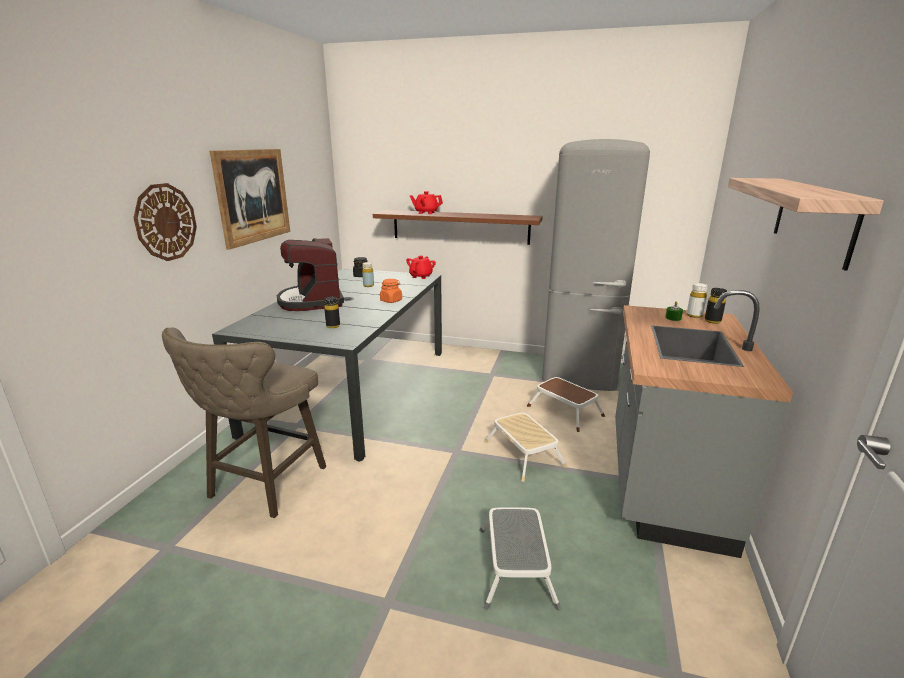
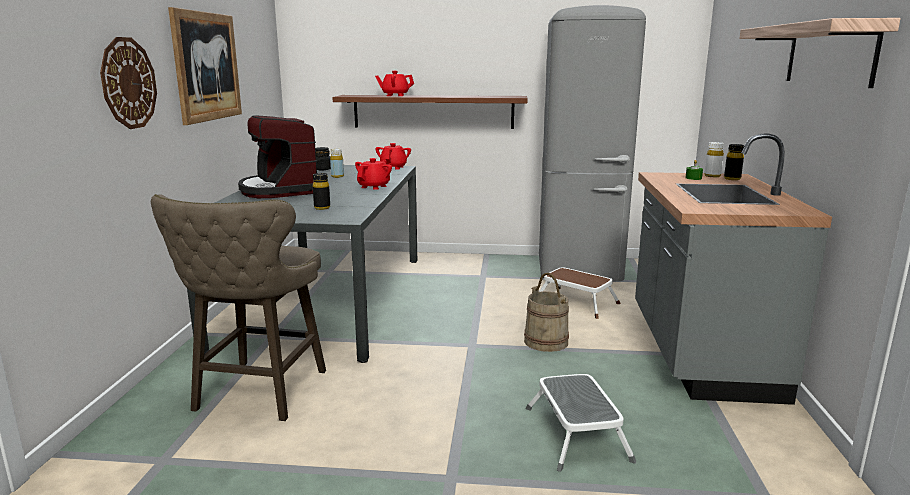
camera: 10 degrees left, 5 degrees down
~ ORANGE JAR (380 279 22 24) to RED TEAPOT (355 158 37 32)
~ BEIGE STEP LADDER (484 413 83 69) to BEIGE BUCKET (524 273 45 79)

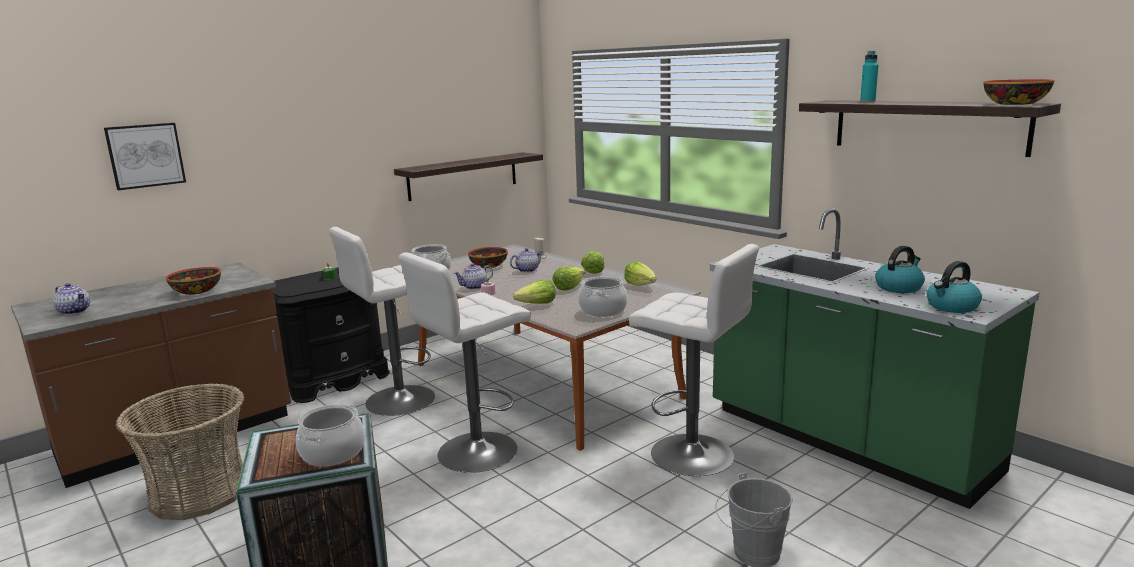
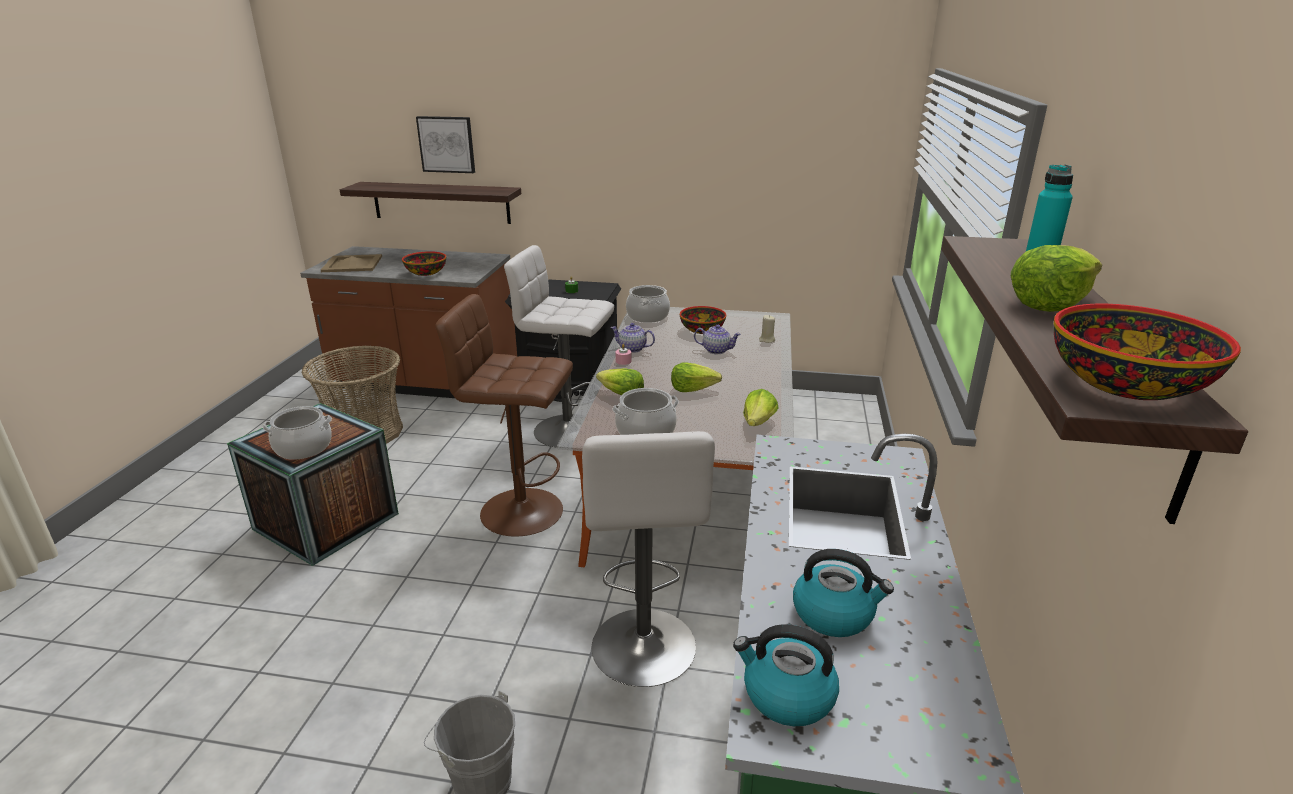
camera: 50 degrees right, 10 degrees up
~ SHELF (394 152 149 49) to (340 182 181 42)
~ HEAD OF LETTUCE (581 251 24 23) to (1011 245 91 67)
~ TEAPOT (53 283 37 32) to BEIGE TRAY (321 254 61 18)
~ WHITE-COLOURED STOOL SEAT (399 252 132 221) to BROWNISH STOOL SEAT (435 294 138 243)

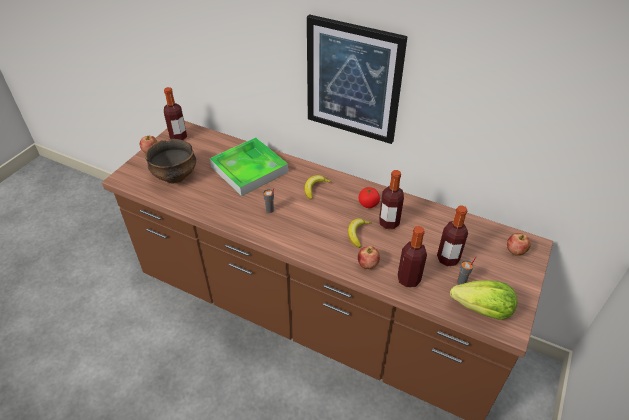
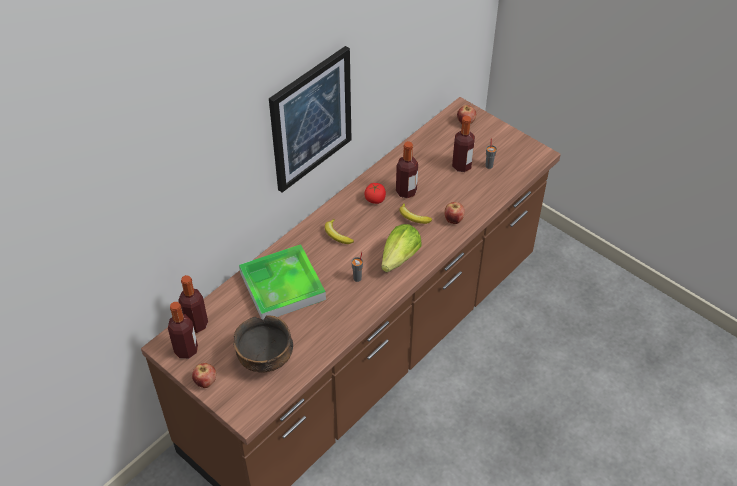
camera: 75 degrees left, 5 degrees up
~ BOTTLE (397 226 30 62) to (178 275 30 58)
~ HEAD OF LETTUCE (450 280 68 40) to (381 224 41 48)

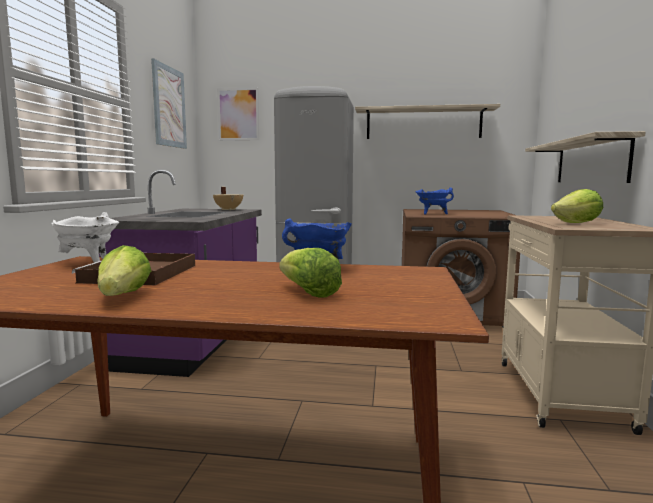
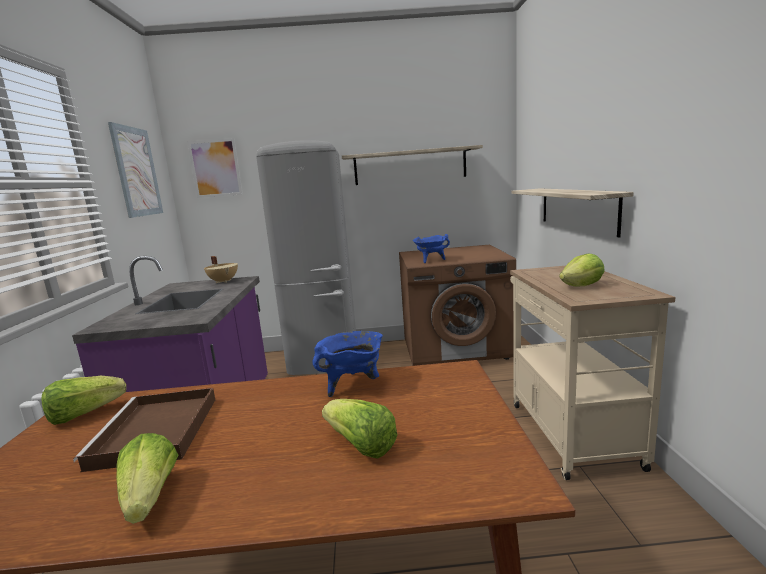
camera: 10 degrees left, 5 degrees up
~ WHITE-COLOURED STOCKPOT (52 212 67 51) to HEAD OF LETTUCE (41 376 85 49)

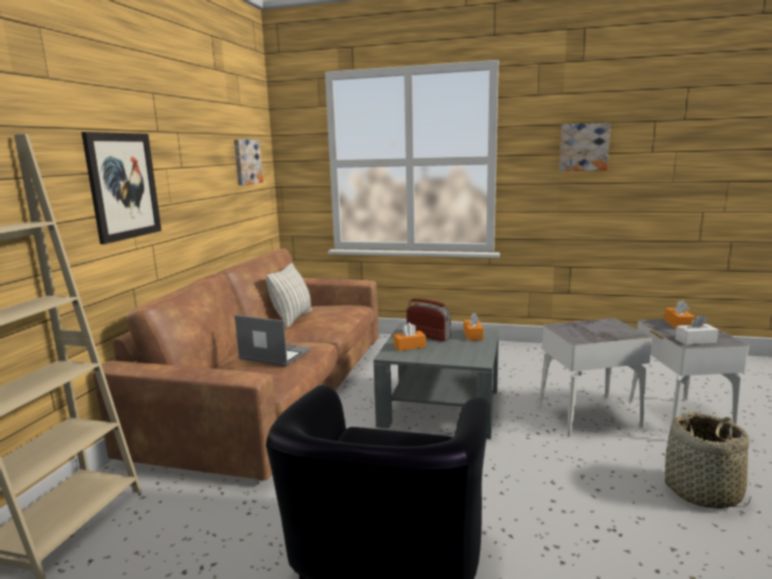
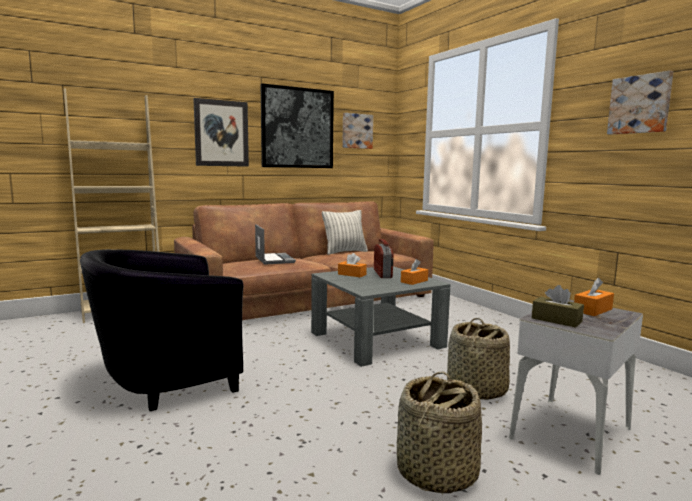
camera: 45 degrees right, 5 degrees down
+ WALL PICTURE (261 83 73 85)
~ SIDE TABLE (539 318 113 119) to STORAGE BASKET (447 318 63 82)
~ WHITE-COLOURED BOX OF TISSUES (675 315 44 30) to BROWNISH BOX OF TISSUES (532 285 52 43)

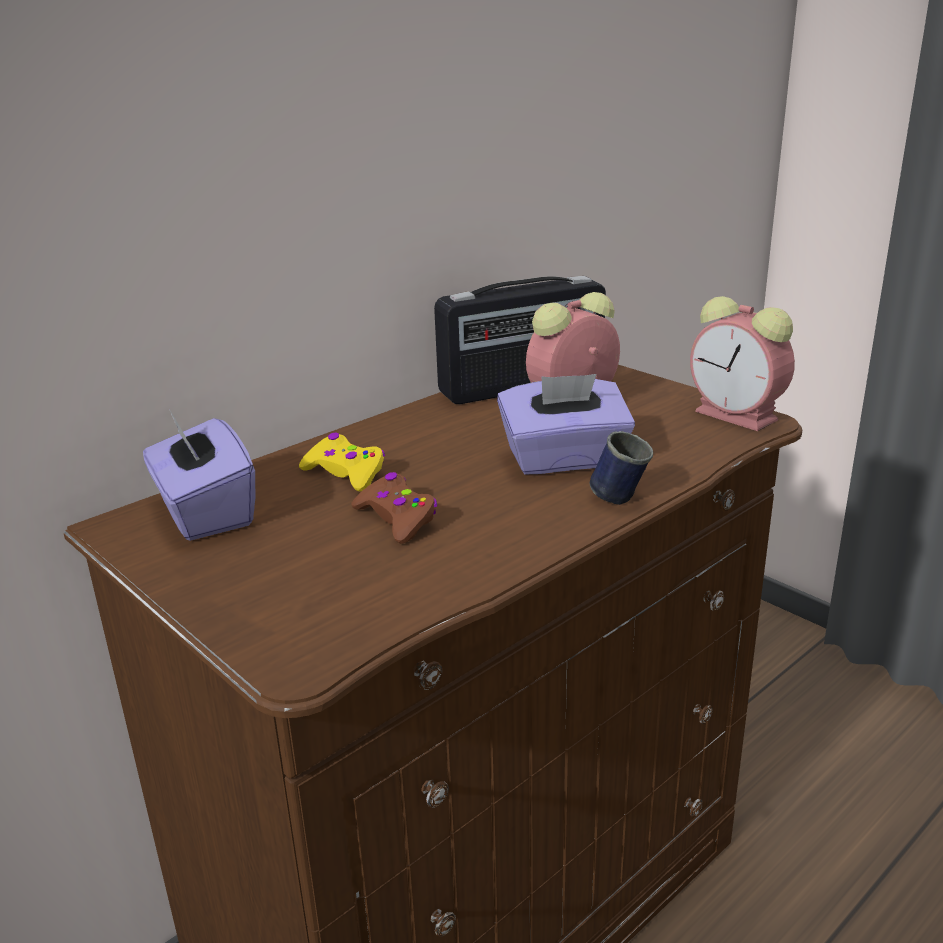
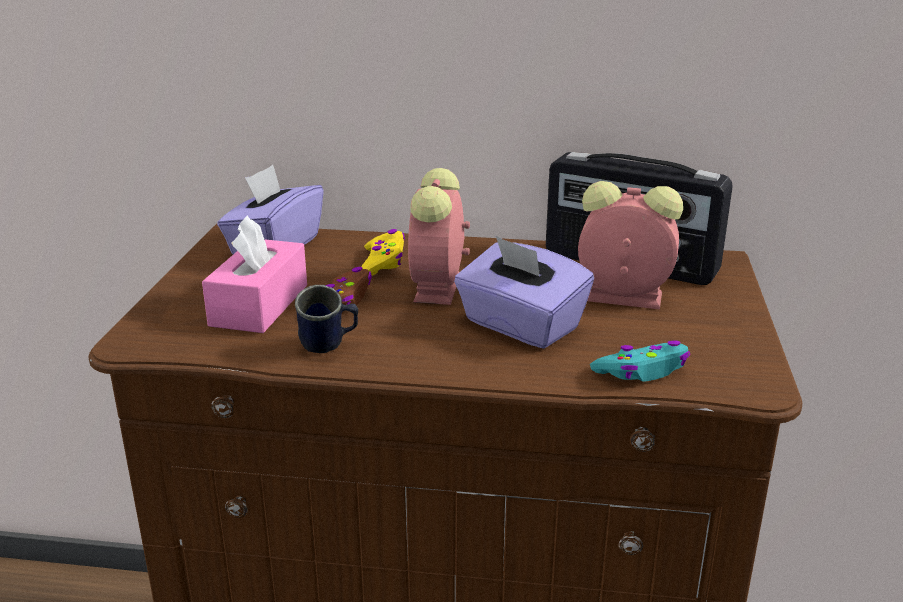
camera: 50 degrees right, 0 degrees up
+ PINK-COLOURED BOX OF TISSUES (202 216 105 117)
+ TURQUOISE-COLOURED GAME CONTROLLER (590 340 100 41)
~ BLUISH MUG (590 431 63 74) to (295 285 63 68)
~ ALARM CLOCK (690 296 105 135) to (408 168 62 137)

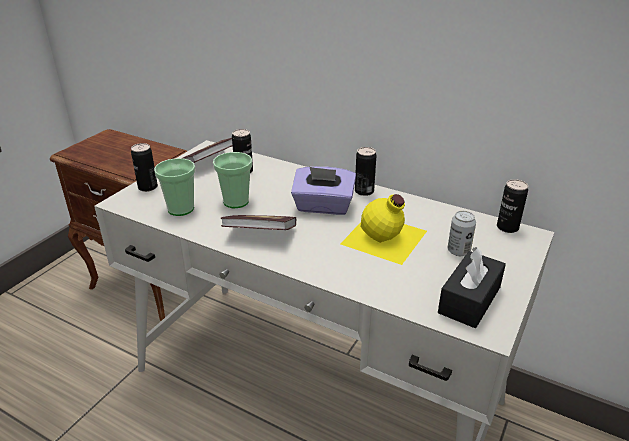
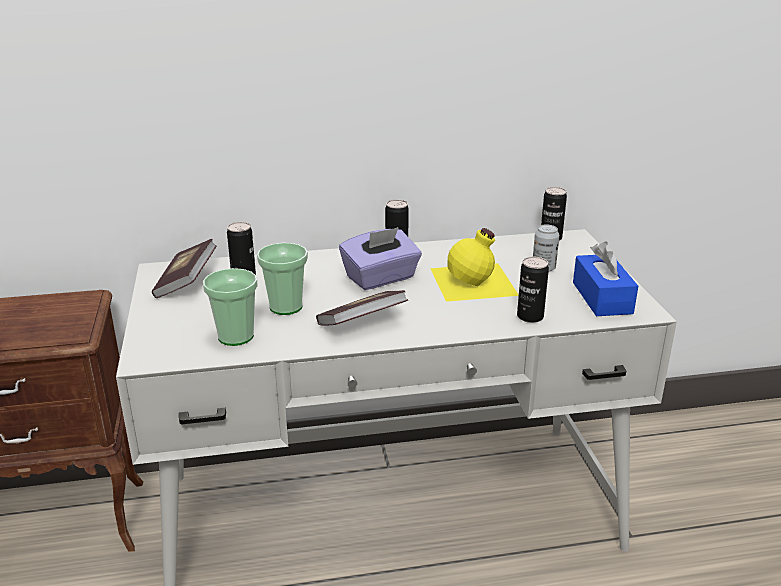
camera: 40 degrees left, 5 degrees down
~ SEALED CAN (131 143 27 49) to (517 257 32 66)
~ BLACKISH BOX OF TISSUES (438 247 68 81) to BLUISH BOX OF TISSUES (573 241 65 75)

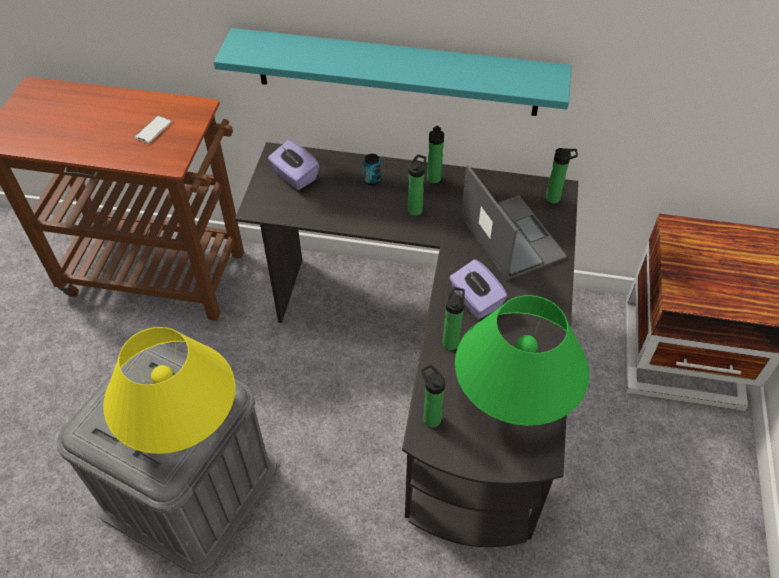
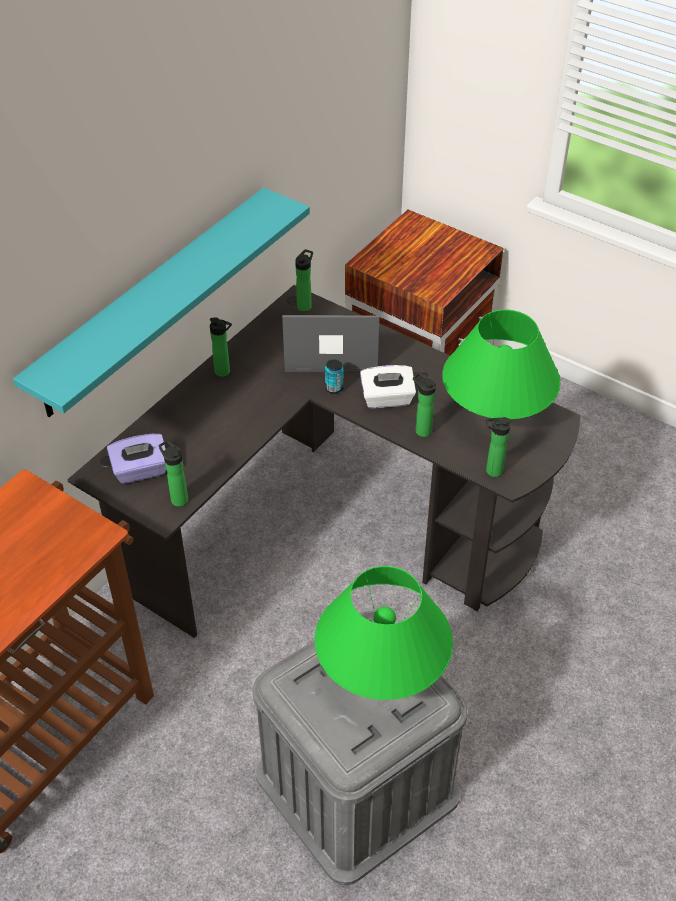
camera: 65 degrees left, 5 degrees down
- HANDSET (134 115 38 28)
~ SEALED CAN (363 154 18 32) to (325 359 19 35)
~ BOTTLE (408 154 18 62) to (159 440 29 67)
~ YELLOW TABLETOP LAMP (103 327 132 127) to GREEN-COLOURED TABLETOP LAMP (315 566 138 134)
~ PURPLISH BOX OF TISSUES (449 259 59 60) to WHITE-COLOURED BOX OF TISSUES (360 365 56 43)

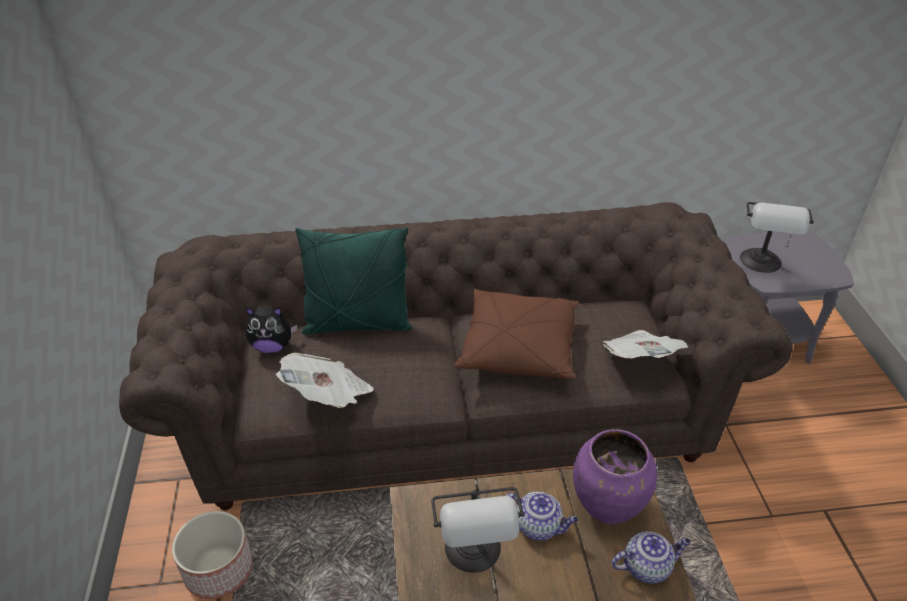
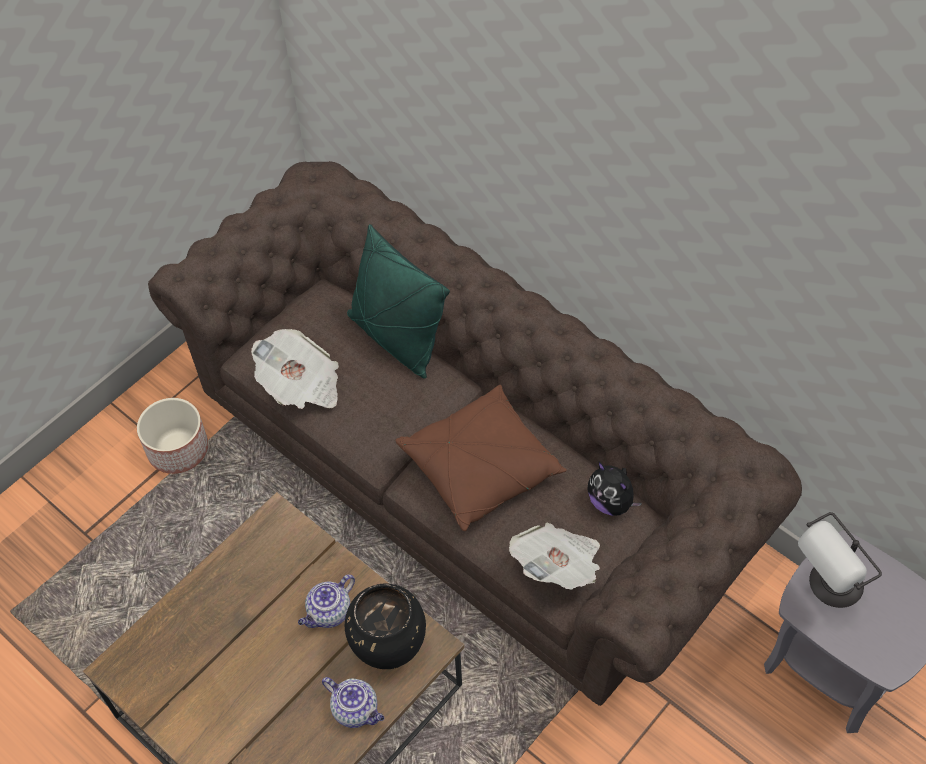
camera: 50 degrees right, 15 degrees up
- TABLETOP LAMP (431 487 94 86)
~ PLUSH TOY (246 306 51 47) to (587 461 55 55)
~ PURPLISH FLOWER VASE (573 429 84 95) to BLACKISH FLOWER VASE (345 584 81 85)
~ TEAPOT (505 492 73 49) = (298 575 57 53) 60 degrees clockwise

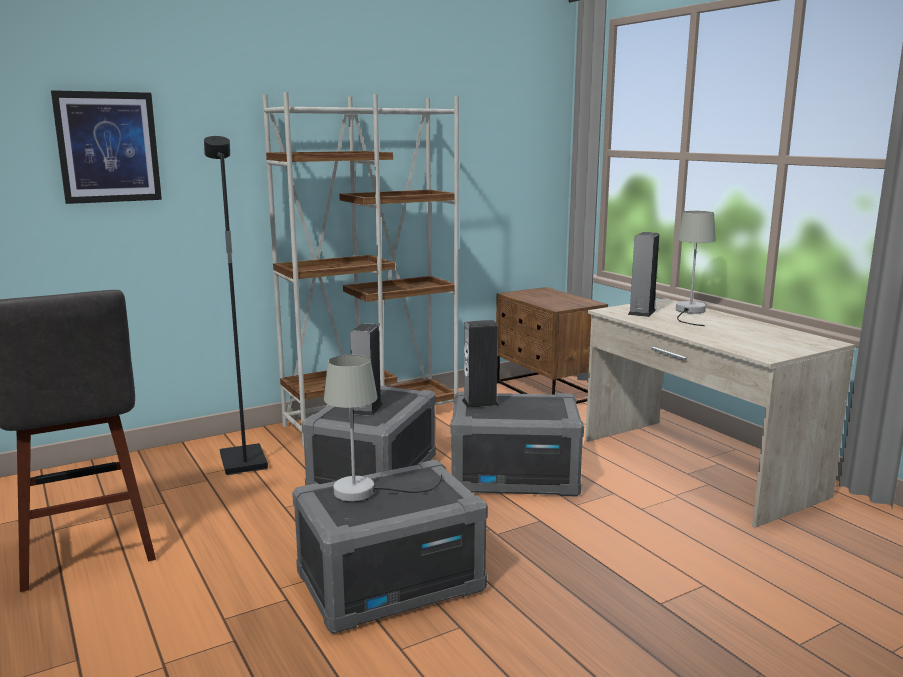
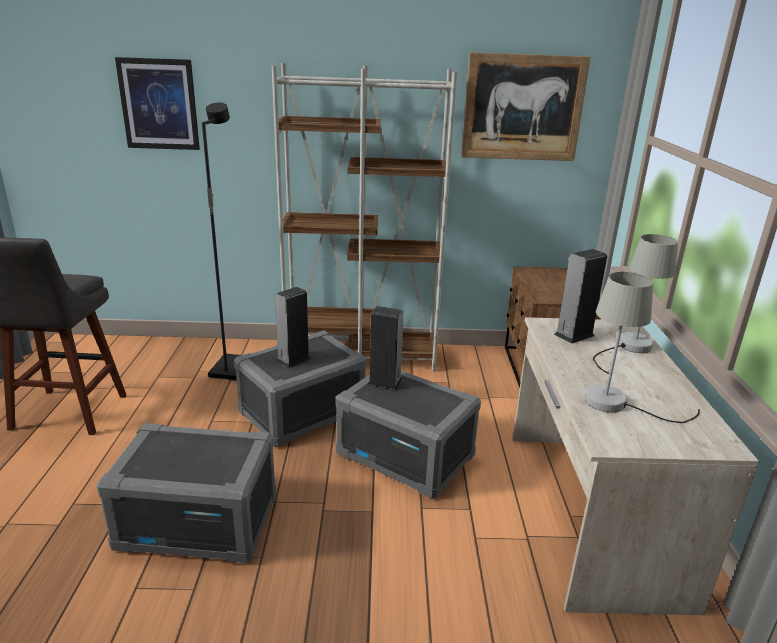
camera: 30 degrees right, 10 degrees up
+ WALL PICTURE (461 52 129 109)
~ GREYISH TABLETOP LAMP (324 355 118 147) to (585 272 115 151)

